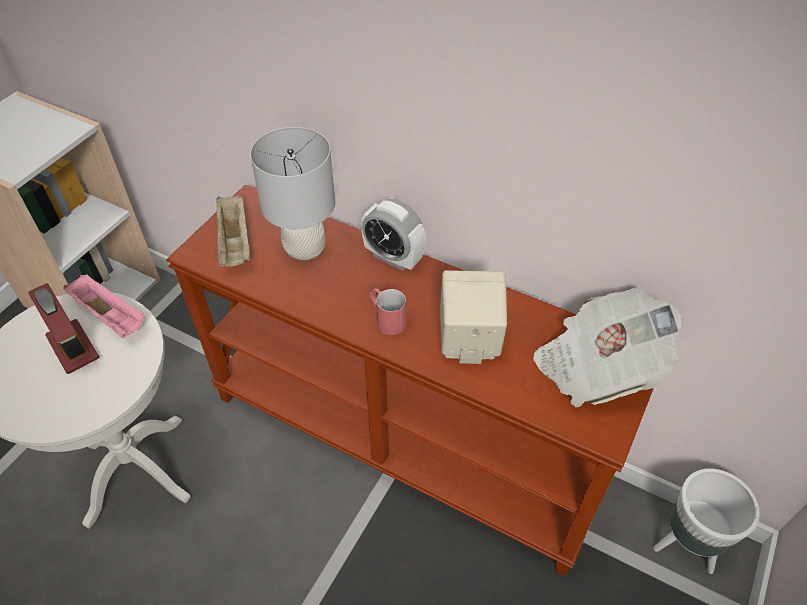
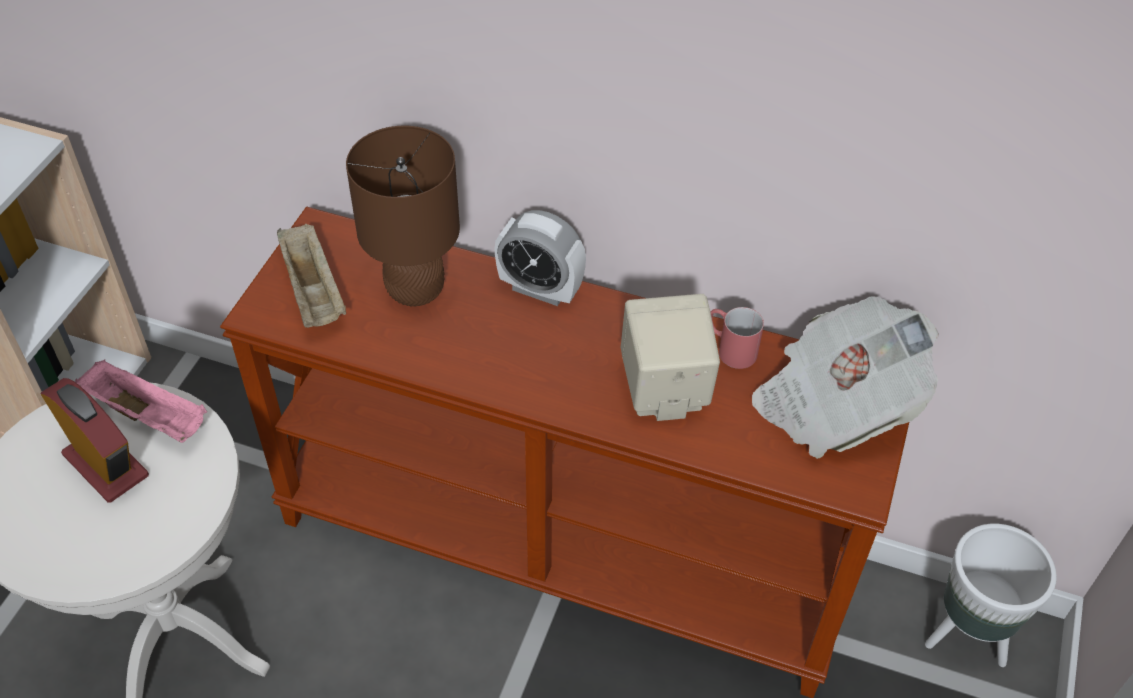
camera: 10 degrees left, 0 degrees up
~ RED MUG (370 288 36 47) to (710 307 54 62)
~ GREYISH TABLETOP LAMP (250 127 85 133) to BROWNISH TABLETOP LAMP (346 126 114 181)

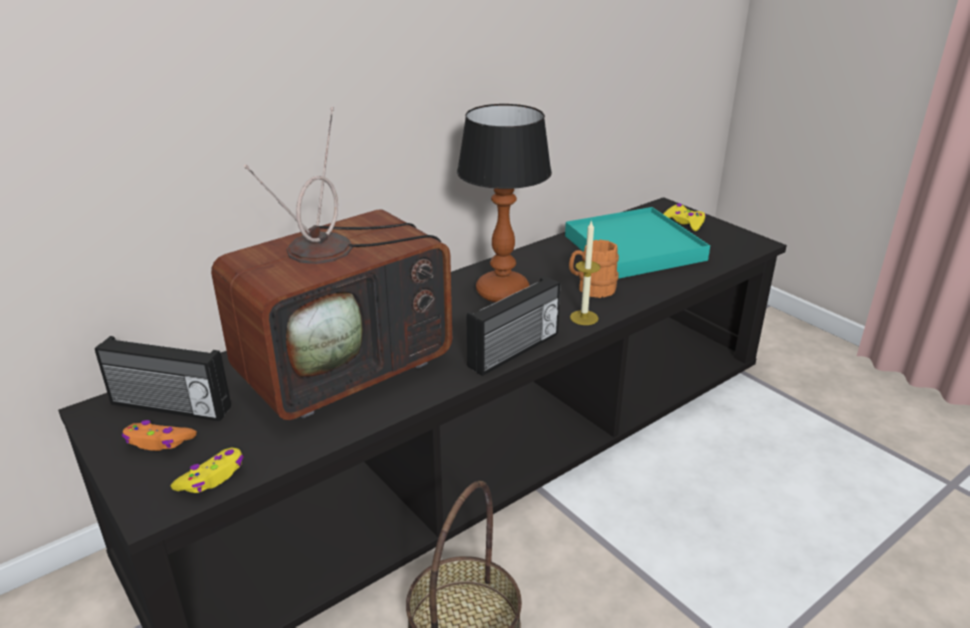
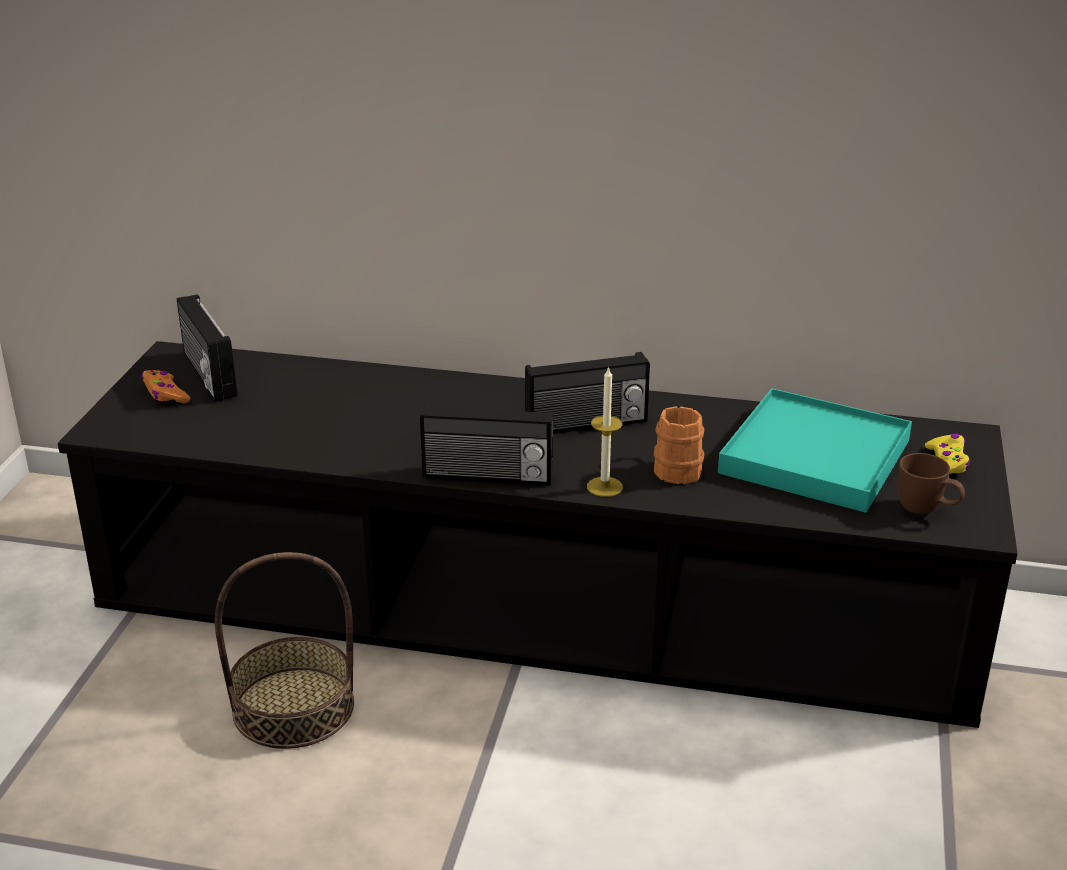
camera: 50 degrees right, 0 degrees up
- YELLOW GAME CONTROLLER (171 447 72 46)
- TV SET (211 107 241 313)
+ BROWNISH MUG (898 453 67 61)
~ TABLETOP LAMP (457 104 95 198) to RADIO (525 352 125 82)

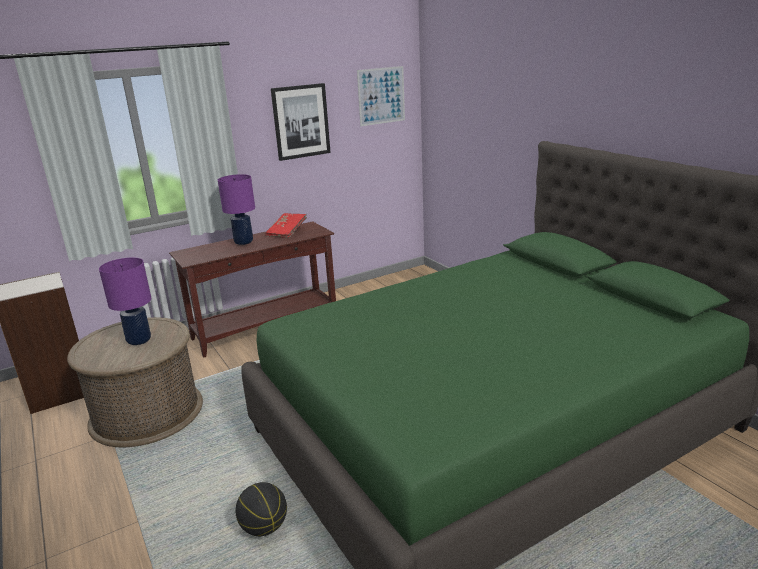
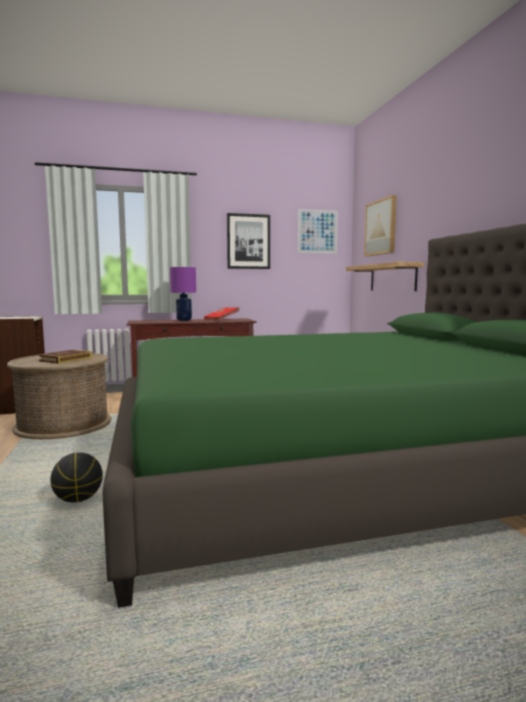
camera: 15 degrees right, 15 degrees down
+ SHELF (346 262 78 29)
+ WALL PICTURE (364 195 33 61)
~ PURPLISH TABLETOP LAMP (99 258 52 87) to BOUND BOOK (39 350 53 14)

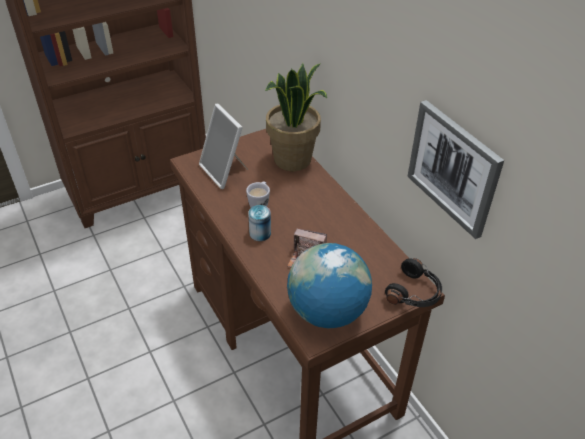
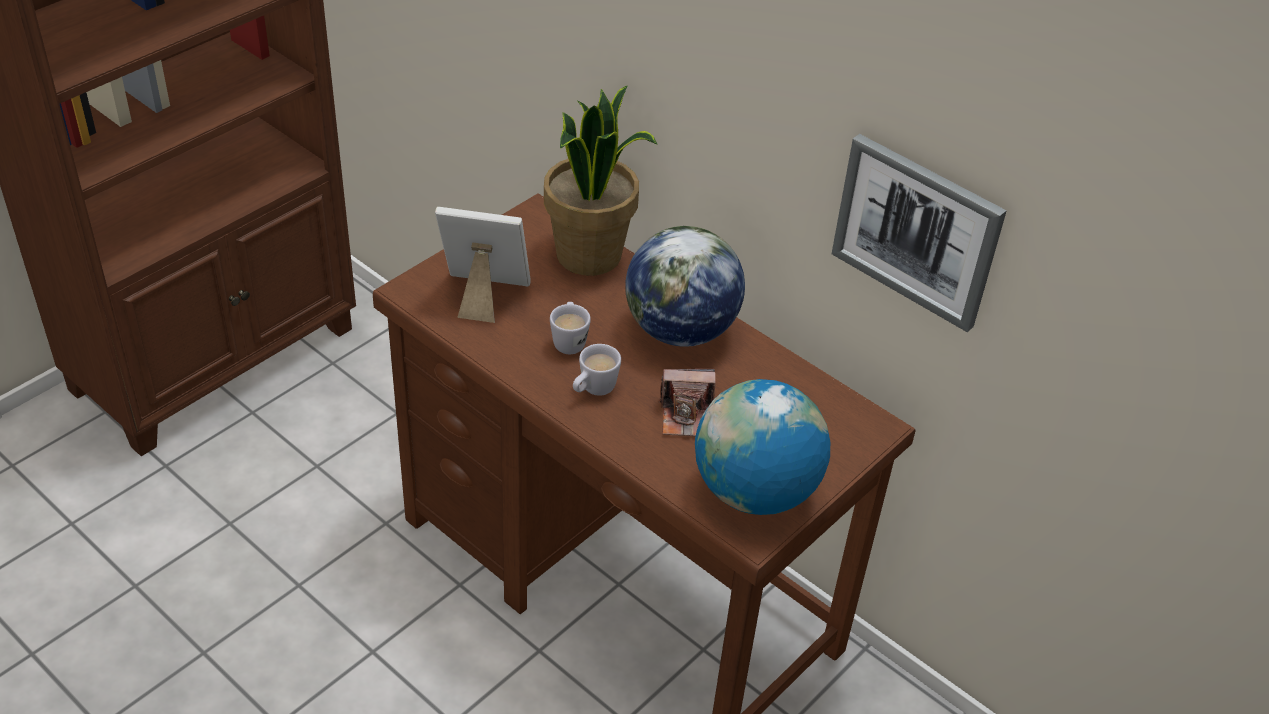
camera: 20 degrees left, 0 degrees up
- BLACKISH HEADPHONES (385 258 57 49)
+ WORLD GLOBE (625 226 120 121)
~ SEALED CAN (248 205 23 36) to WHITE-COLOURED MUG (573 344 48 52)
~ PHOTO FRAME (199 104 49 85) = (435 207 96 116) 150 degrees clockwise

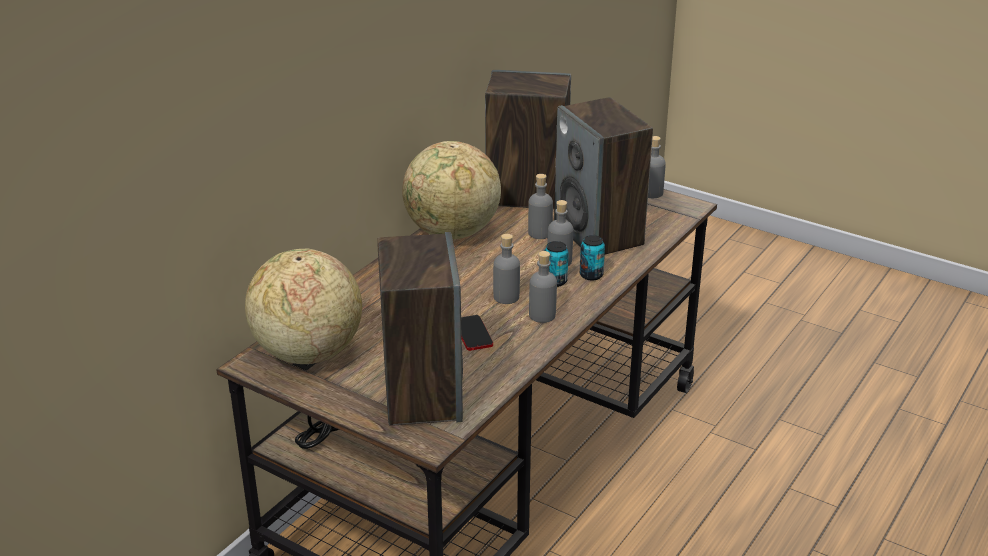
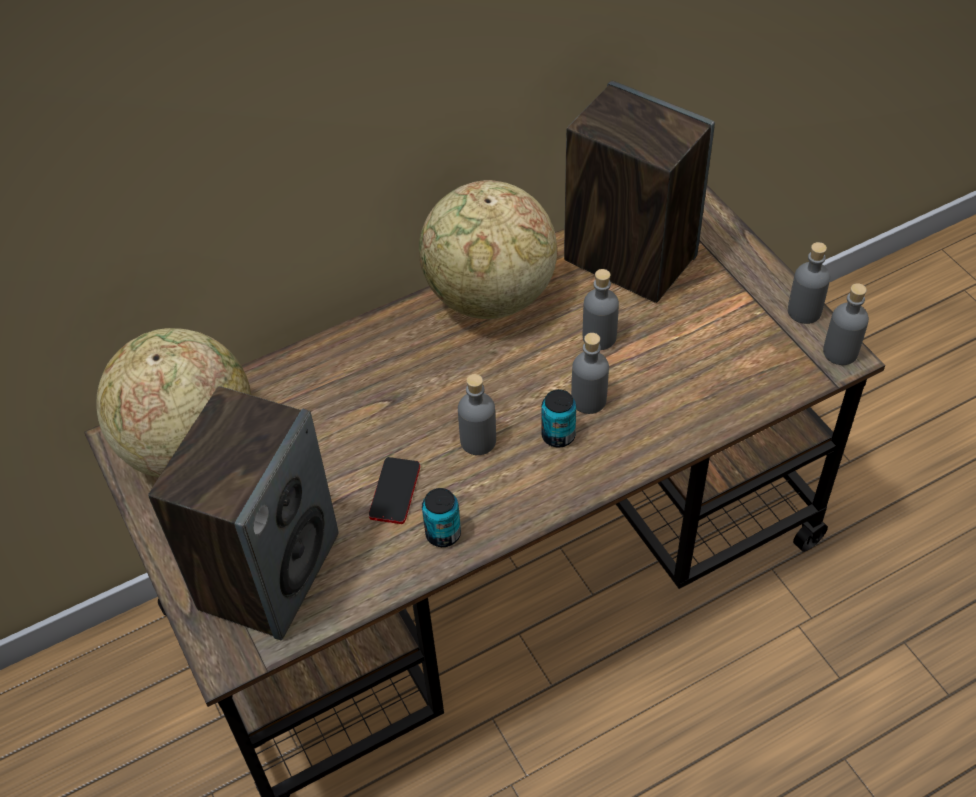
camera: 30 degrees right, 20 degrees up
- SPEAKER (554 97 99 158)
~ GREYISH BOTTLE (529 251 28 72) to (823 283 46 82)
~ SEALED CAN (580 235 25 45) to (422 488 39 59)

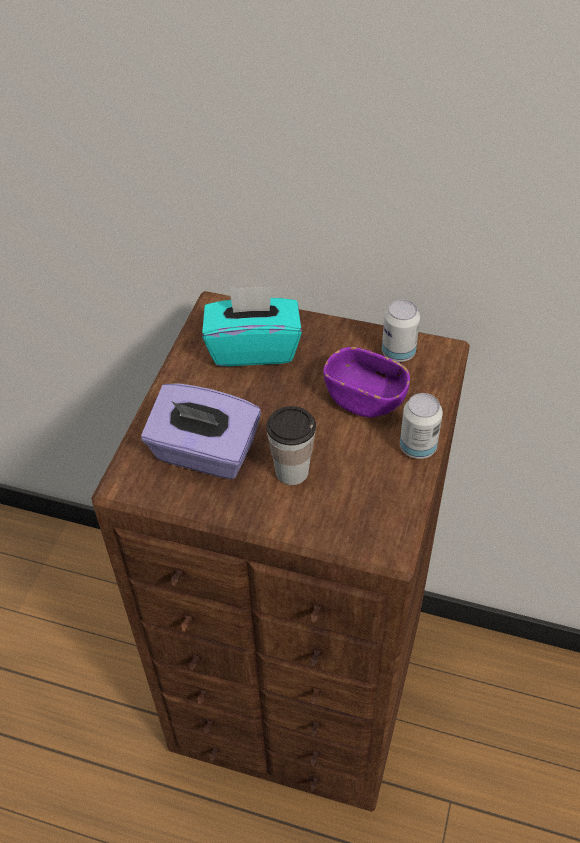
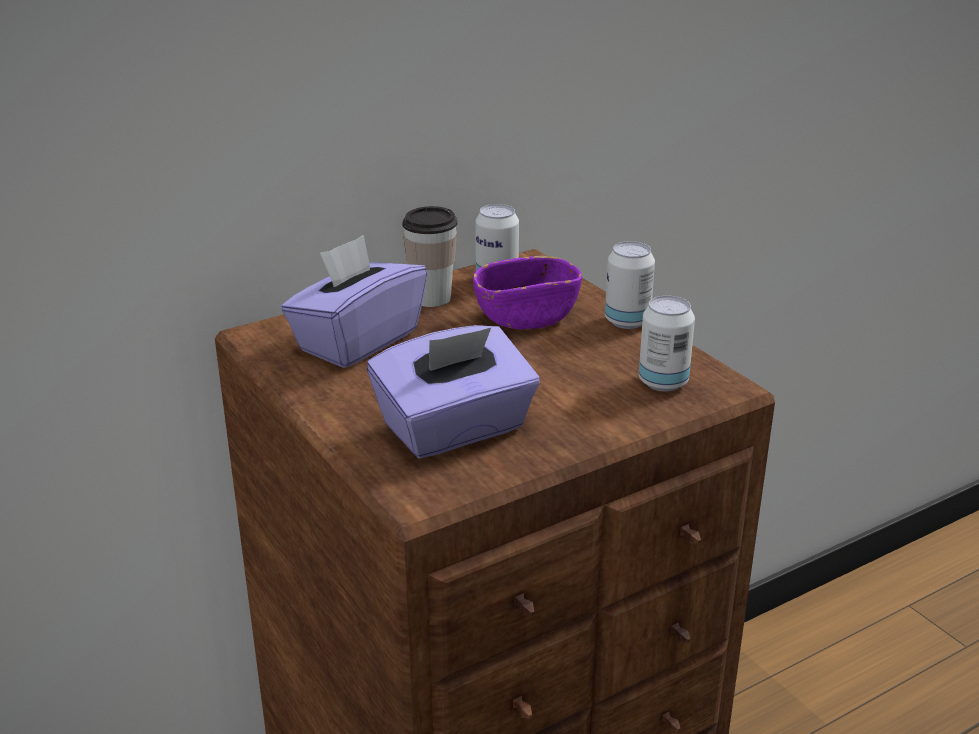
camera: 50 degrees left, 20 degrees down
+ SEALED CAN (639 296 56 95)
~ SMALL CUP (266 406 50 79) to (402 206 56 101)
~ TURQUOISE-COLOURED BOX OF TISSUES (202 287 100 79) to PURPLISH BOX OF TISSUES (281 235 146 133)

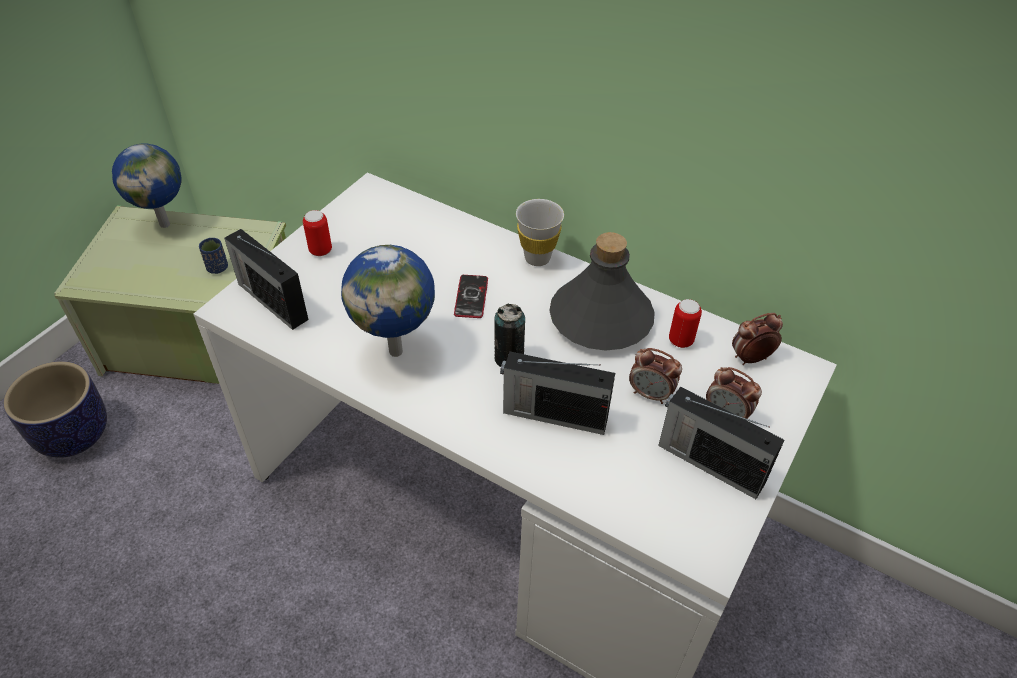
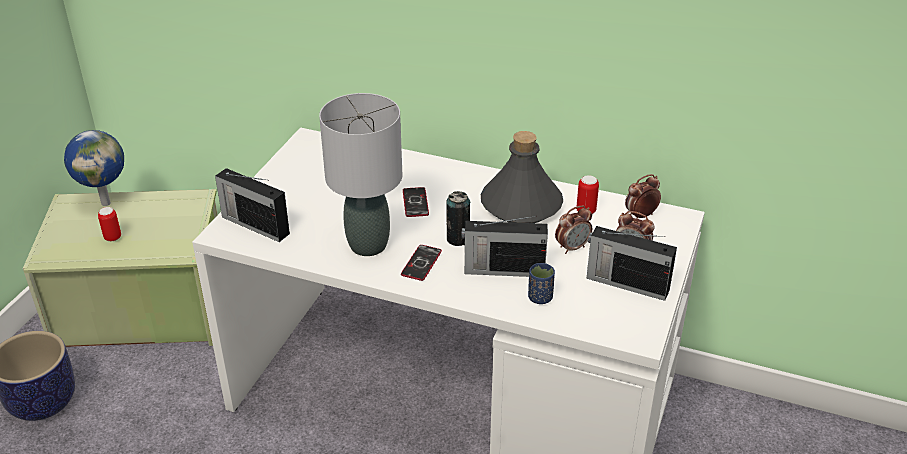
camera: 10 degrees left, 10 degrees down
- WHITE-COLOURED SMALL CUP (516 199 48 67)
+ HANDSET (401 245 41 36)
~ BLUISH SMALL CUP (199 238 29 36) to (528 263 27 41)
~ SEALED CAN (303 210 29 46) to (98 207 23 34)
~ WORLD GLOBE (341 245 94 112) to GREYISH TABLETOP LAMP (319 93 83 163)
~ ALARM CLOCK (629 348 53 56) = (555 206 37 48) 45 degrees counterclockwise

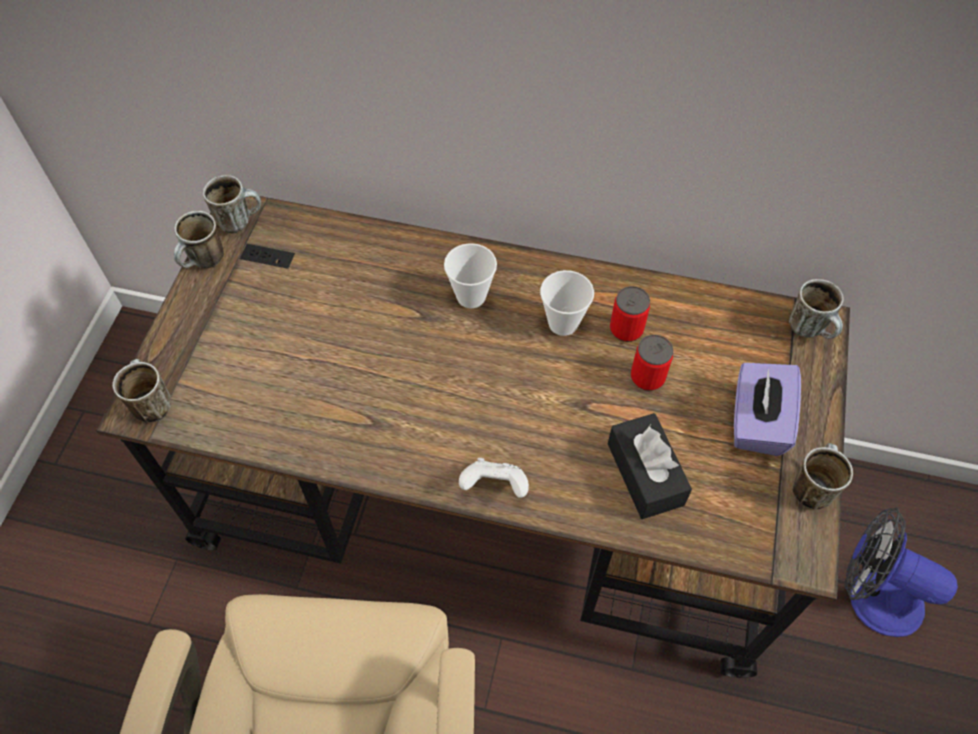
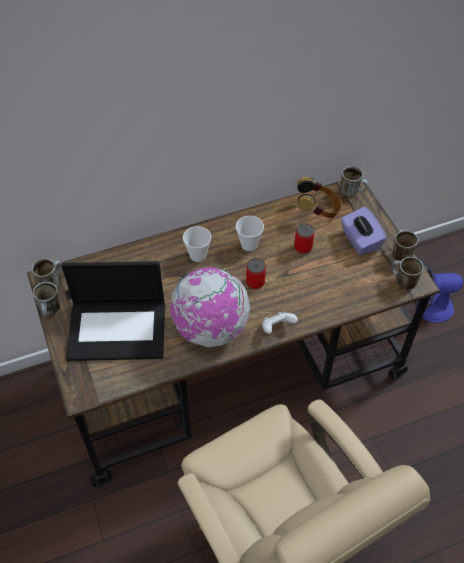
camera: 35 degrees left, 5 degrees down
- BLACKISH BOX OF TISSUES (608 413 84 106)
+ LAPTOP (62 261 103 100)
+ WORLD GLOBE (170 267 80 80)
+ HEADPHONES (297 177 45 41)
~ MUG (112 359 59 63) to (391 257 33 33)
~ SEALED CAN (610 286 40 56) to (246 258 20 31)

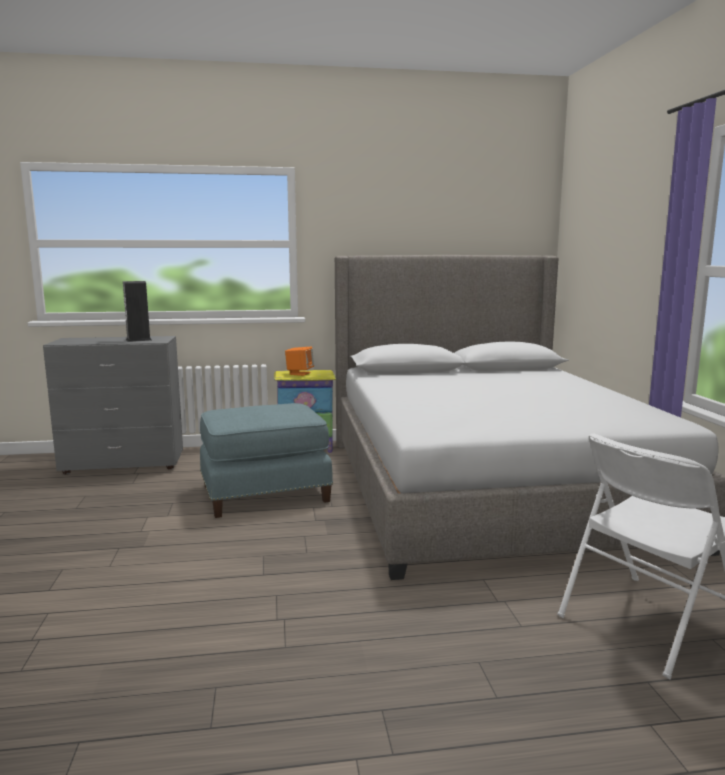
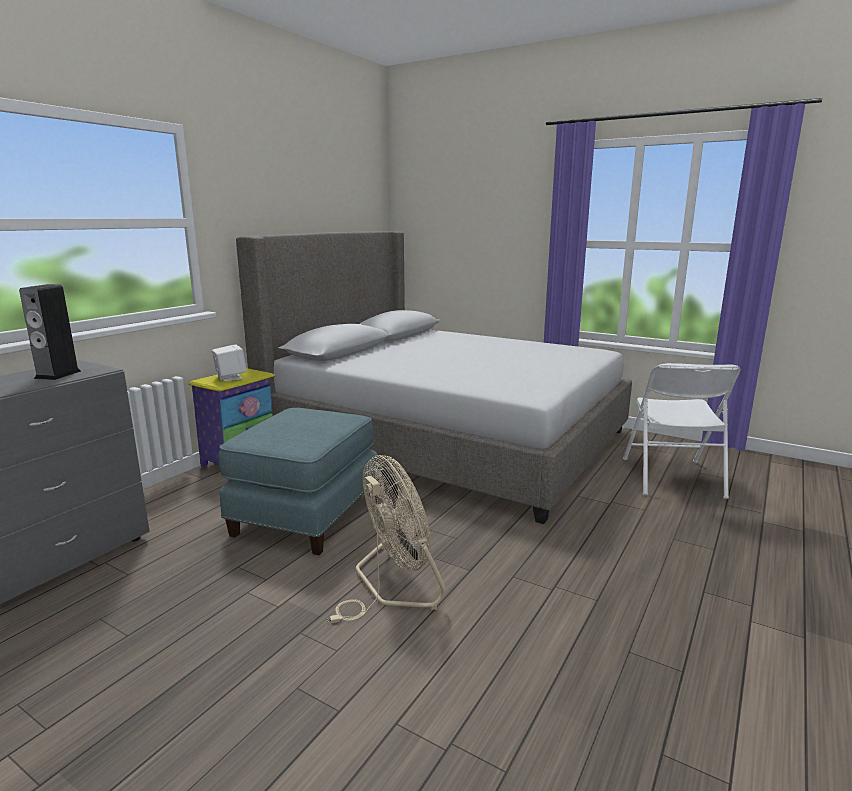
camera: 50 degrees left, 5 degrees up
+ BEIGE COOLING FAN (327 455 119 169)
~ ORANGE SPEAKER (285 347 29 29) to WHITE-COLOURED SPEAKER (212 344 35 37)

